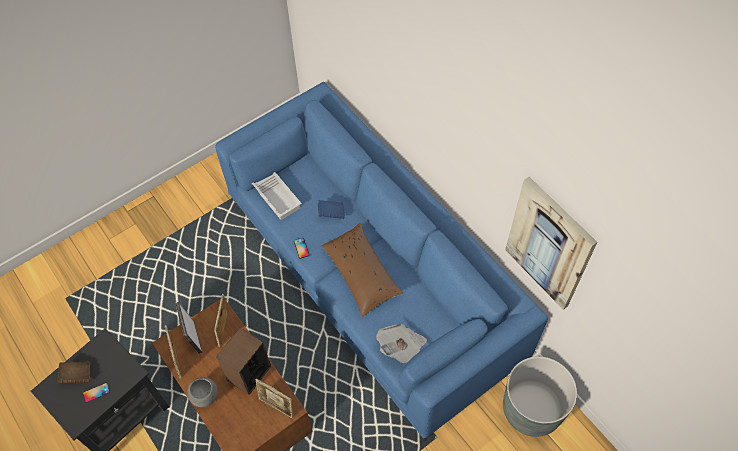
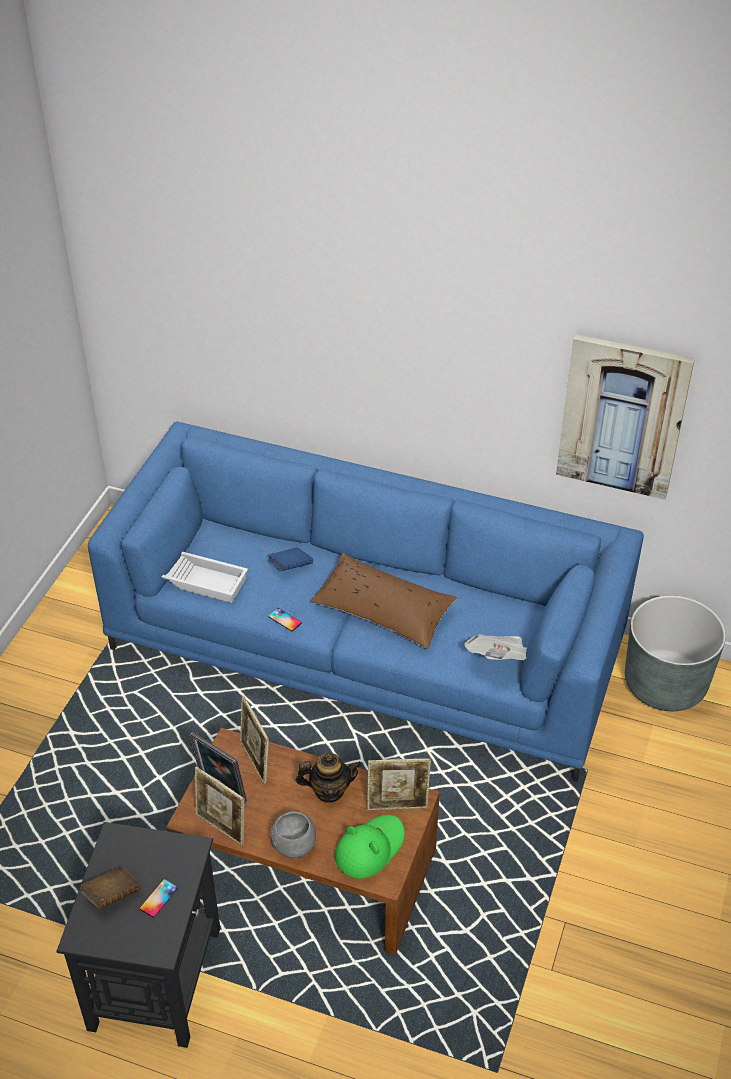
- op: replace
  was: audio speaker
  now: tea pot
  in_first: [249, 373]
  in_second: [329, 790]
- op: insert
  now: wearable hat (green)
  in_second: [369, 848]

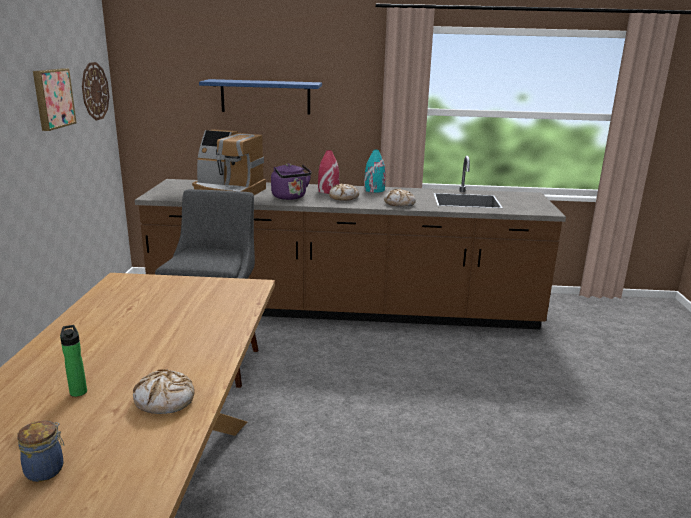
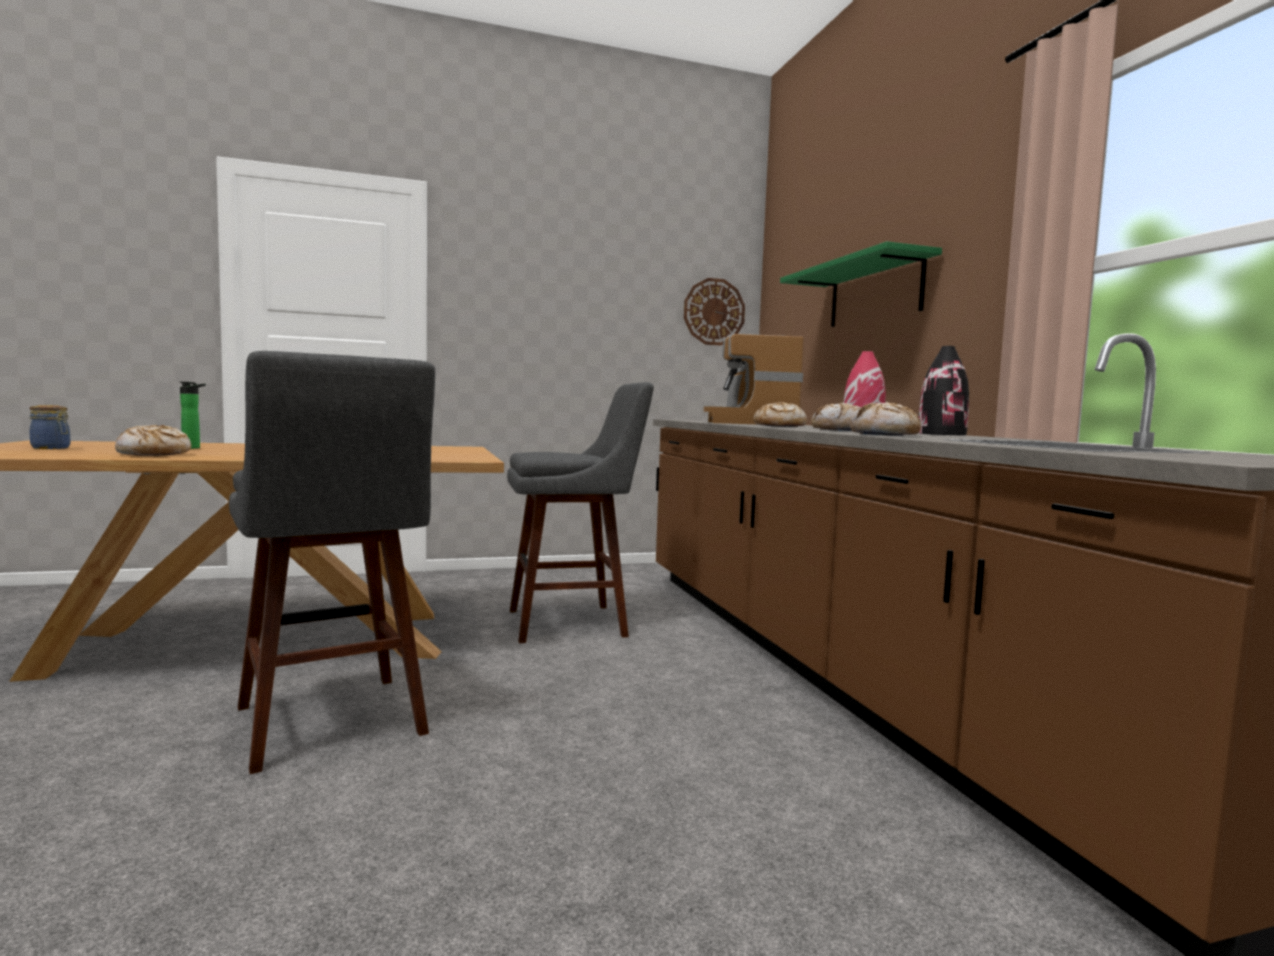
- op: insert
  now: stool seat (grey)
  in_second: [332, 725]
- op: replace
  was: kettle (purplish)
  now: baked bread
  in_first: [290, 197]
  in_second: [779, 426]
- op: recolor
  was: wall shelf (bluish)
  now: wall shelf (green)
  in_first: [265, 97]
  in_second: [875, 293]
- op: recolor
  was: vase (turquoise-coloured)
  now: vase (blackish)
  in_first: [374, 190]
  in_second: [942, 434]
- op: delete
  was: wall picture
  in_first: [52, 98]

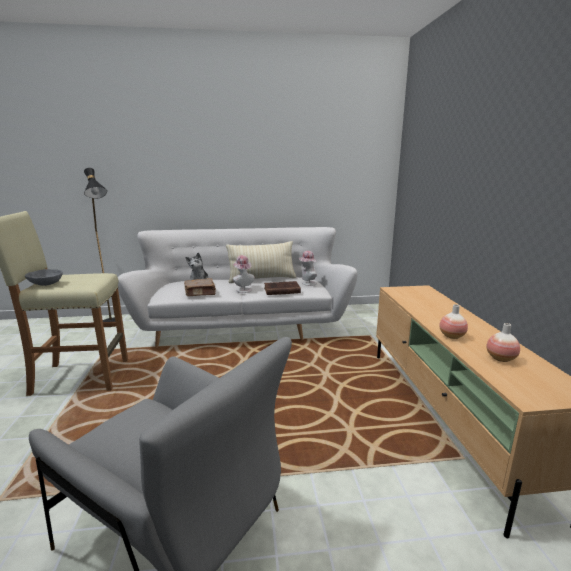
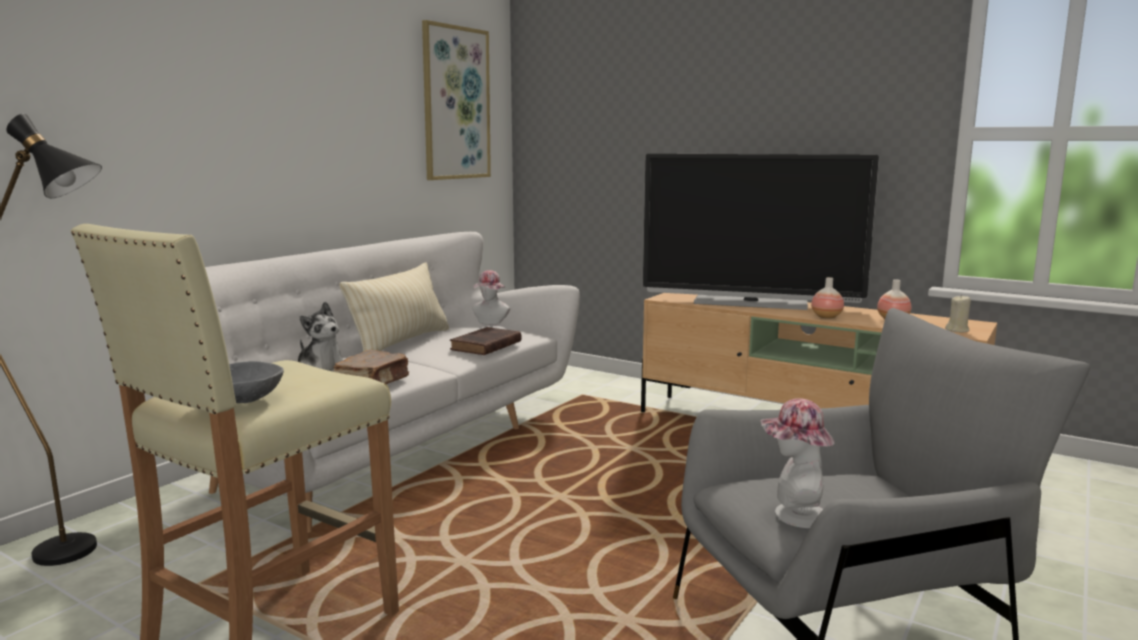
- op: insert
  now: wall picture
  in_second: [455, 103]
- op: insert
  now: television
  in_second: [750, 303]
- op: move
  was: wearable hat
  in_first: [243, 289]
  in_second: [794, 515]
- op: insert
  now: candle (beige-coloured)
  in_second: [957, 330]

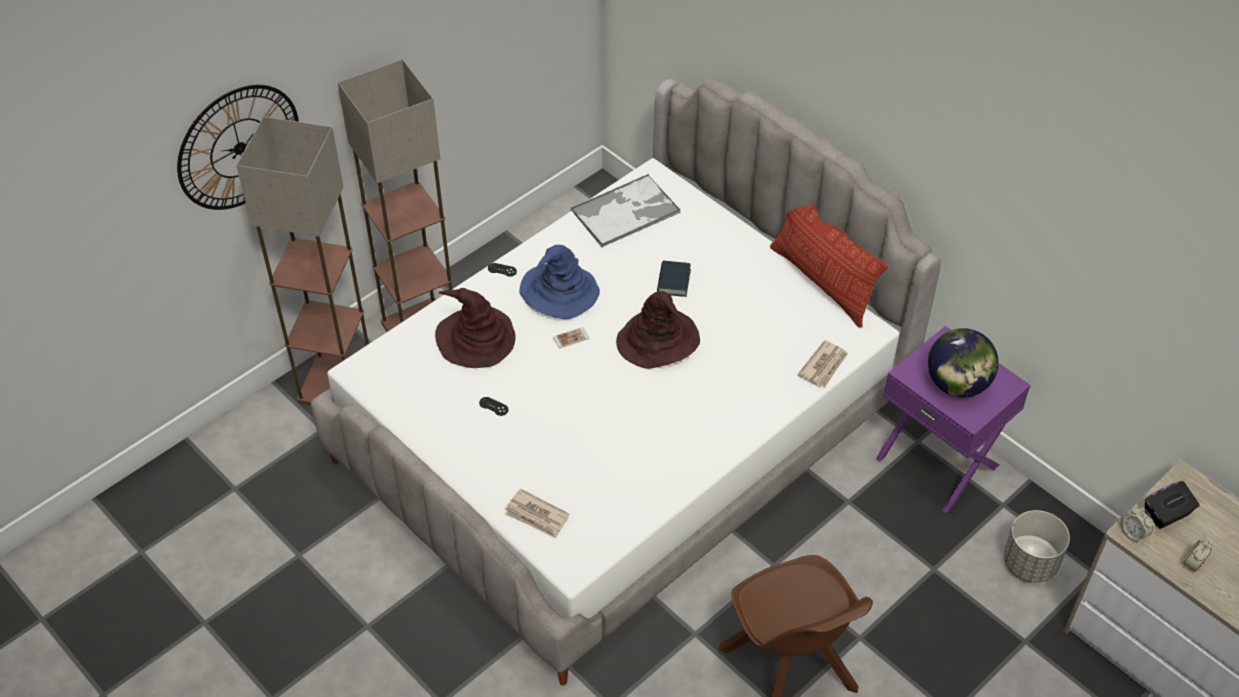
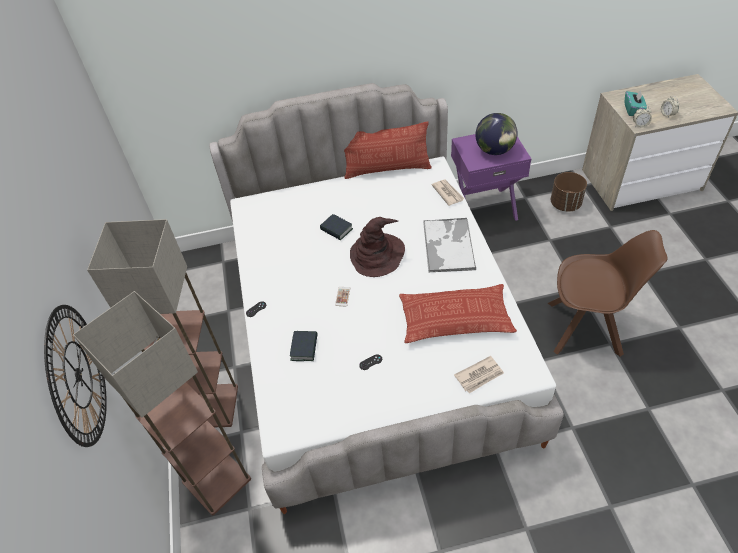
- op: replace
  was: wearable hat (brownish)
  now: volume
  in_first: [476, 338]
  in_second: [304, 348]
- op: insert
  now: throw pillow
  in_second: [455, 318]
- op: move
  was: serving tray
  in_first: [626, 211]
  in_second: [448, 245]
- op: recolor
  was: plant pot (grey)
  now: plant pot (brownish)
  in_first: [1030, 563]
  in_second: [565, 204]
- op: recolor
  was: tissue holder (blackish)
  now: tissue holder (turquoise-coloured)
  in_first: [1167, 514]
  in_second: [633, 110]
- op: delete
  was: wearable hat (bluish)
  in_first: [558, 292]

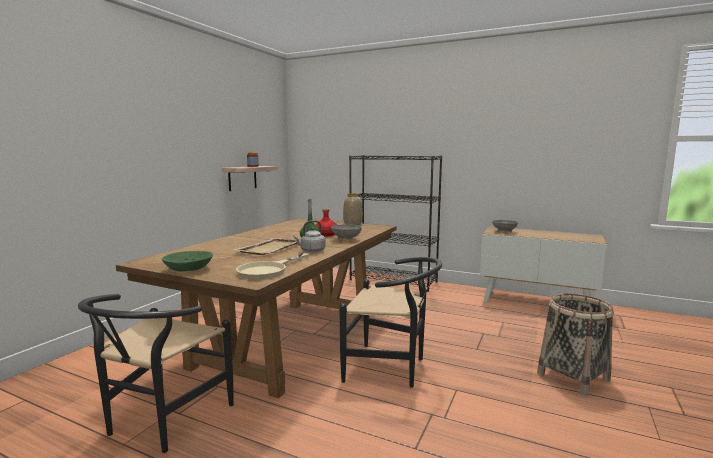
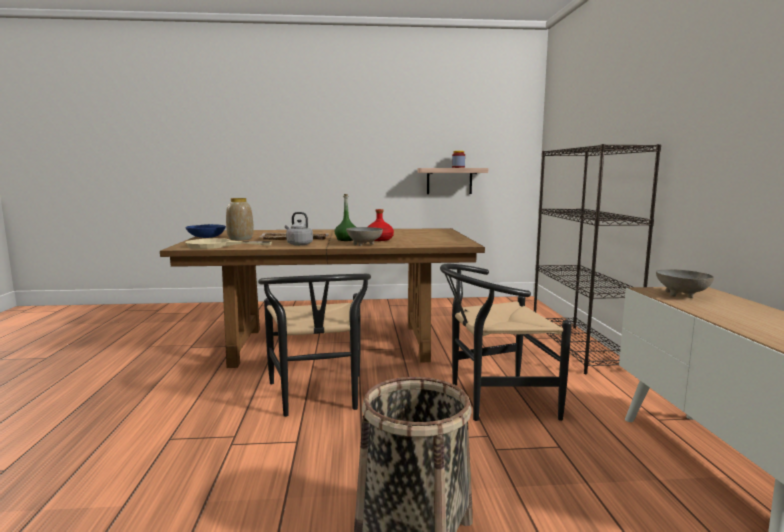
- op: recolor
  was: deep dish (green)
  now: deep dish (bluish)
  in_first: [189, 269]
  in_second: [206, 237]
- op: move
  was: vase
  in_first: [353, 224]
  in_second: [240, 239]
- op: move
  was: plain chair (blackish)
  in_first: [162, 422]
  in_second: [493, 401]

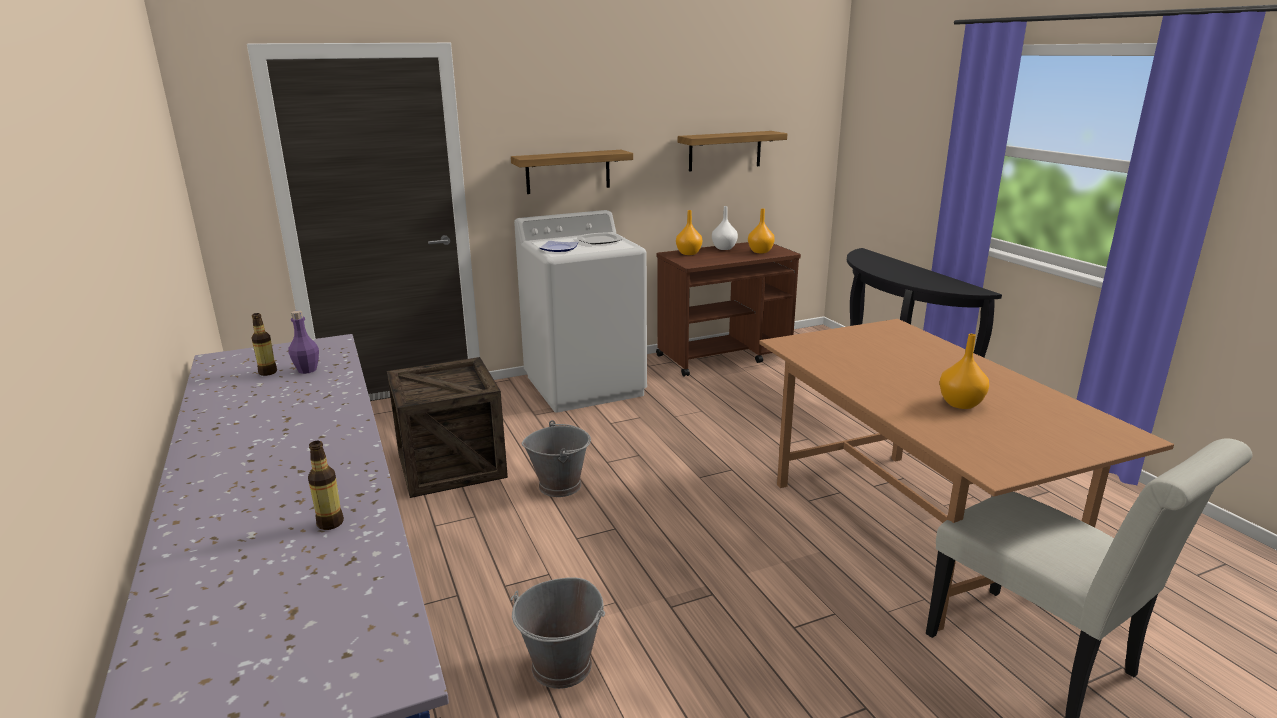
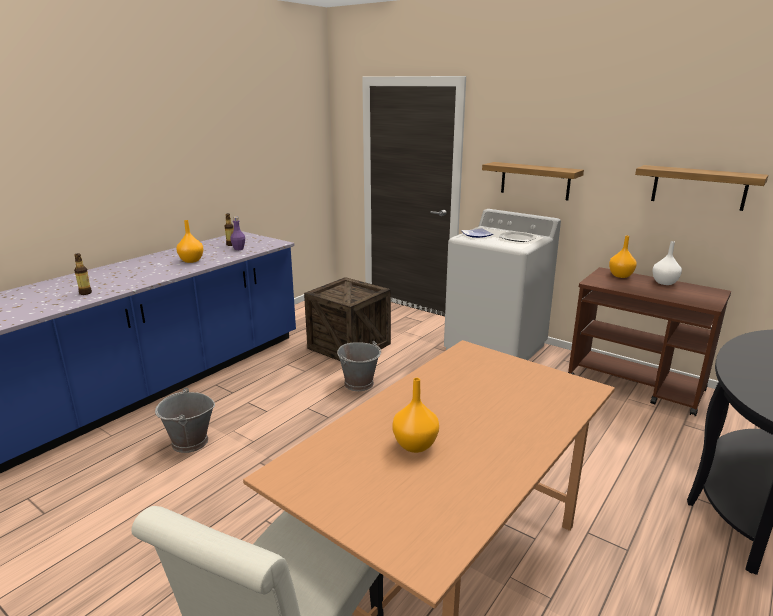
- op: move
  was: vase (orange)
  in_first: [760, 252]
  in_second: [191, 261]

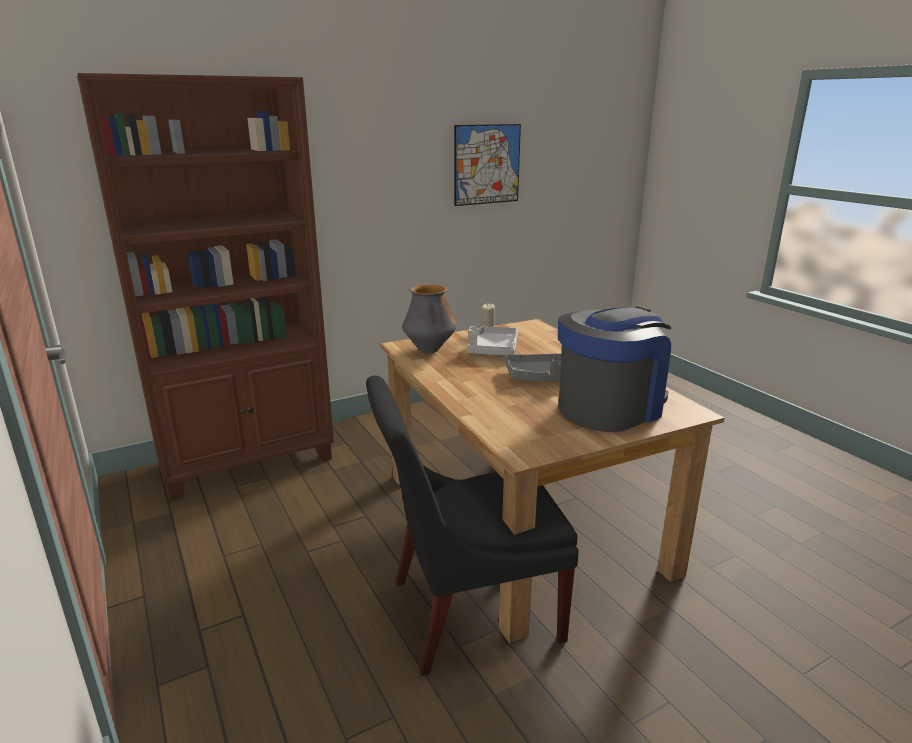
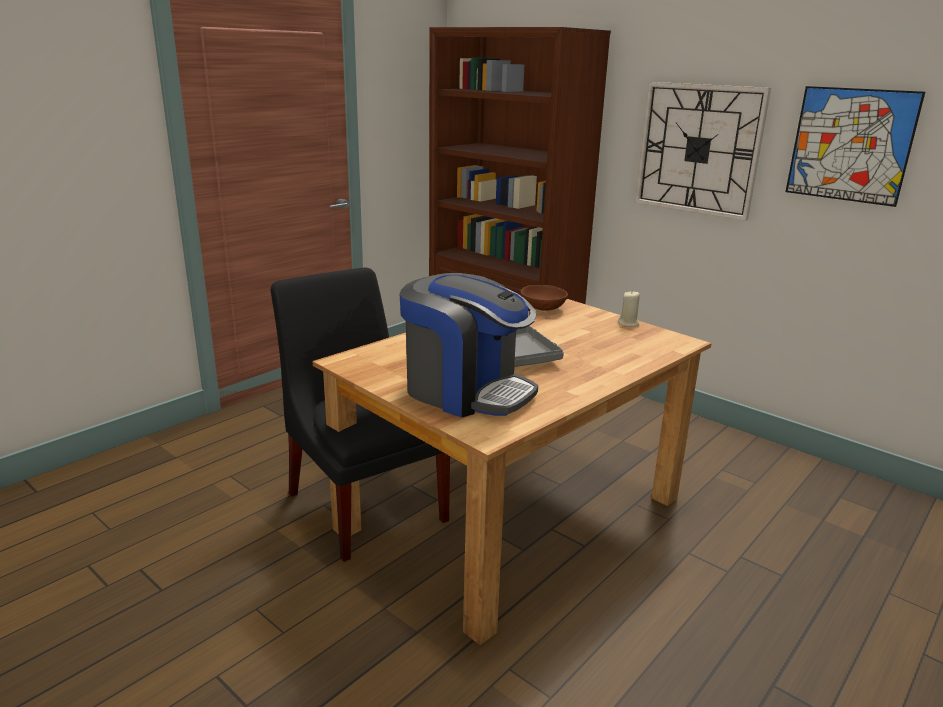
- op: replace
  was: vase
  now: deep dish (brownish)
  in_first: [429, 350]
  in_second: [543, 308]
- op: insert
  now: hanging clock
  in_second: [698, 149]
- op: delete
  was: serving tray (grey)
  in_first: [493, 349]

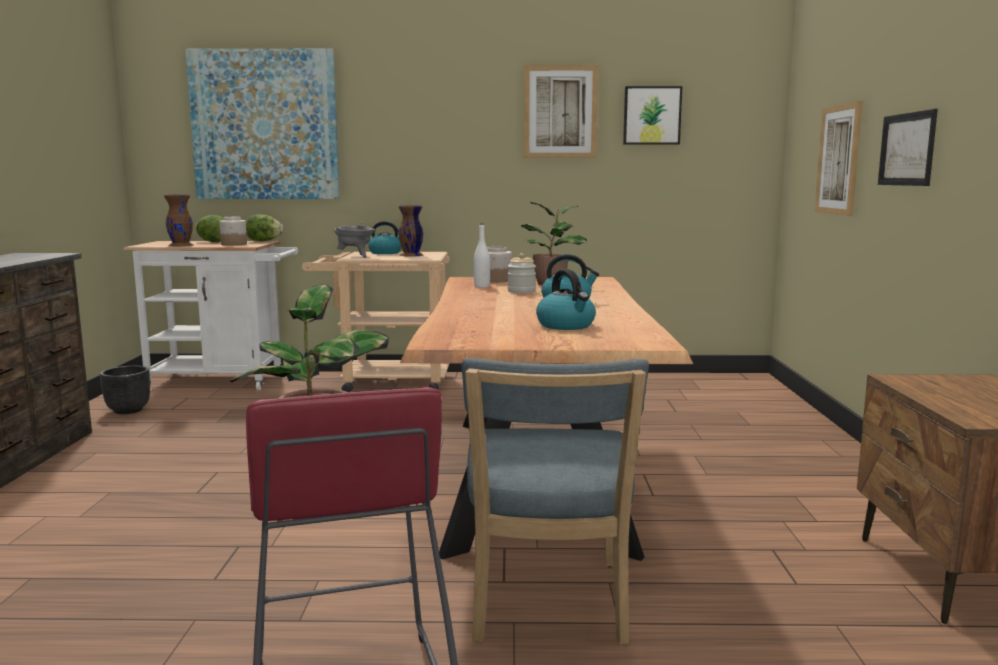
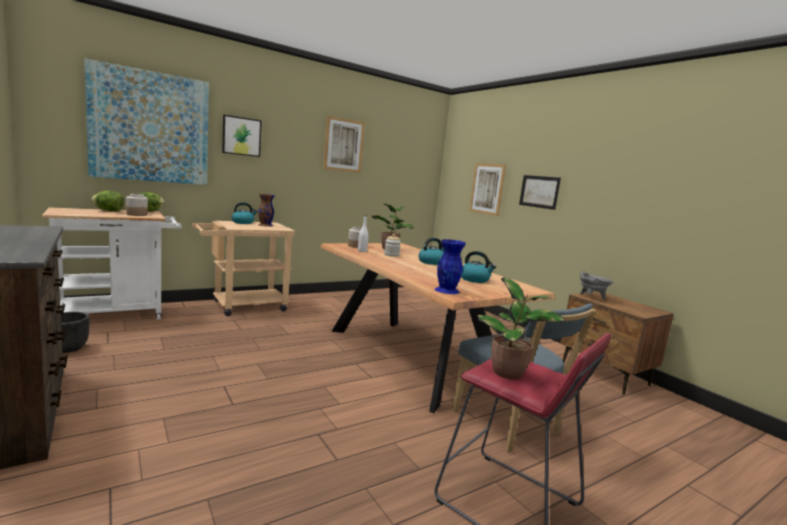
- op: move
  was: wall picture
  in_first: [651, 115]
  in_second: [241, 136]
- op: insert
  now: vase (bluish)
  in_second: [447, 290]
- op: move
  was: cooking pot (grey)
  in_first: [355, 257]
  in_second: [591, 298]
- op: delete
  was: vase (brownish)
  in_first: [181, 245]

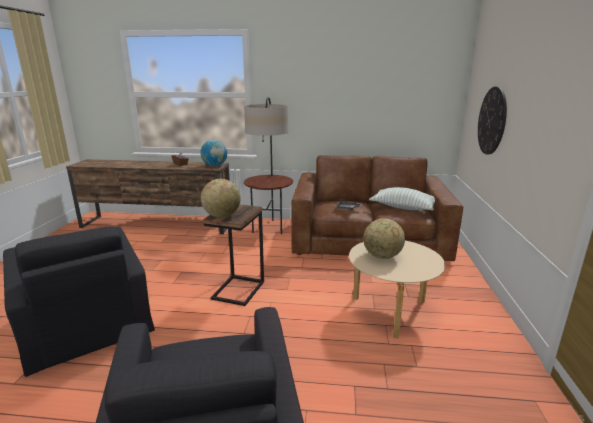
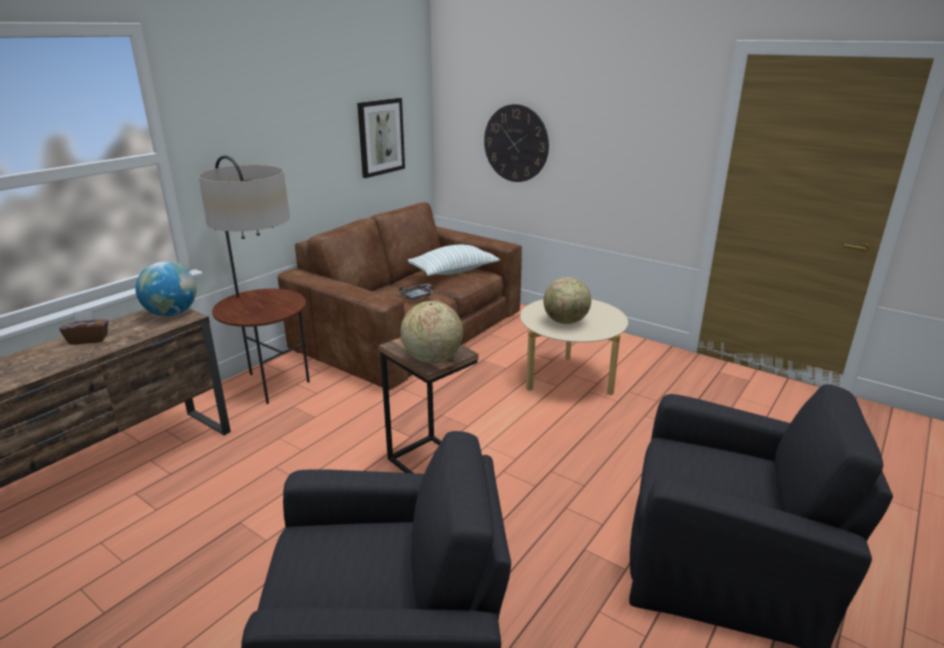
- op: insert
  now: wall picture
  in_second: [380, 137]

